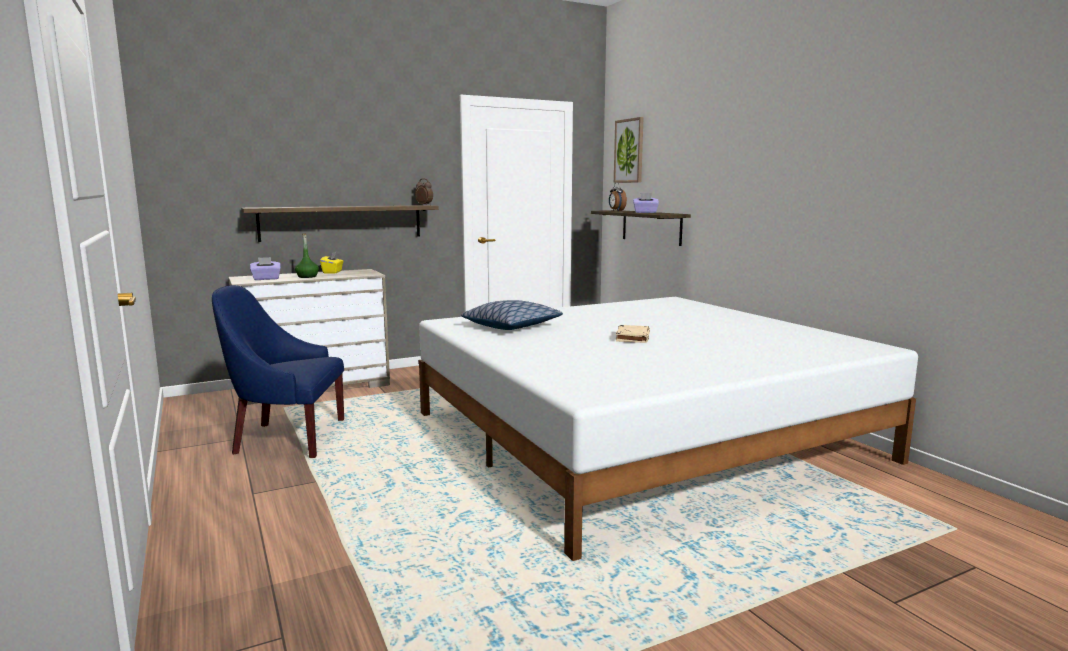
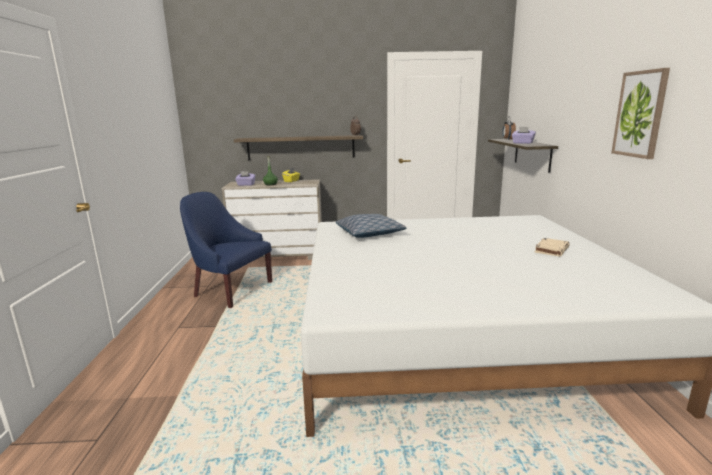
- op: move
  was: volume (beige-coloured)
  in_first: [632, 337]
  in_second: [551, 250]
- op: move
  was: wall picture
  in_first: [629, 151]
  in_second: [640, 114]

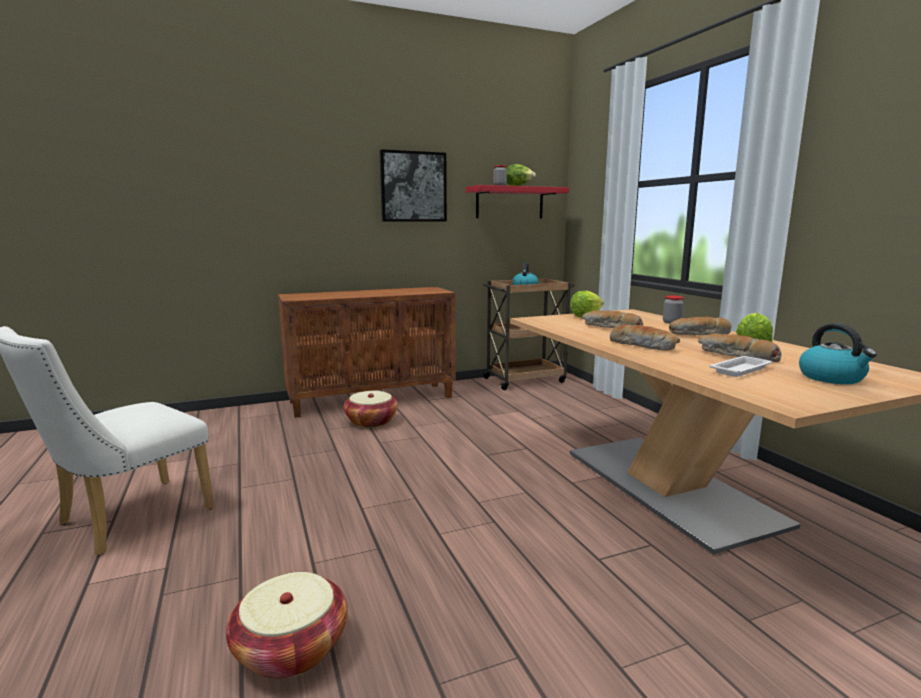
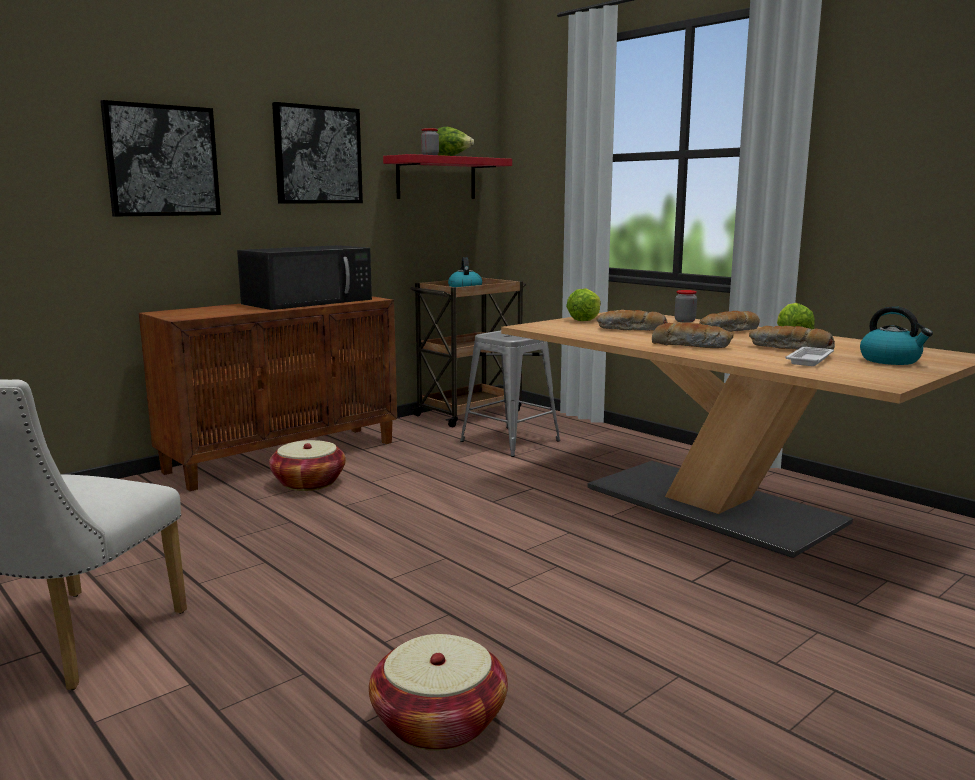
- op: insert
  now: wall picture
  in_second: [162, 161]
- op: insert
  now: microwave (blackish)
  in_second: [309, 301]
- op: insert
  now: stool seat (grey)
  in_second: [510, 441]

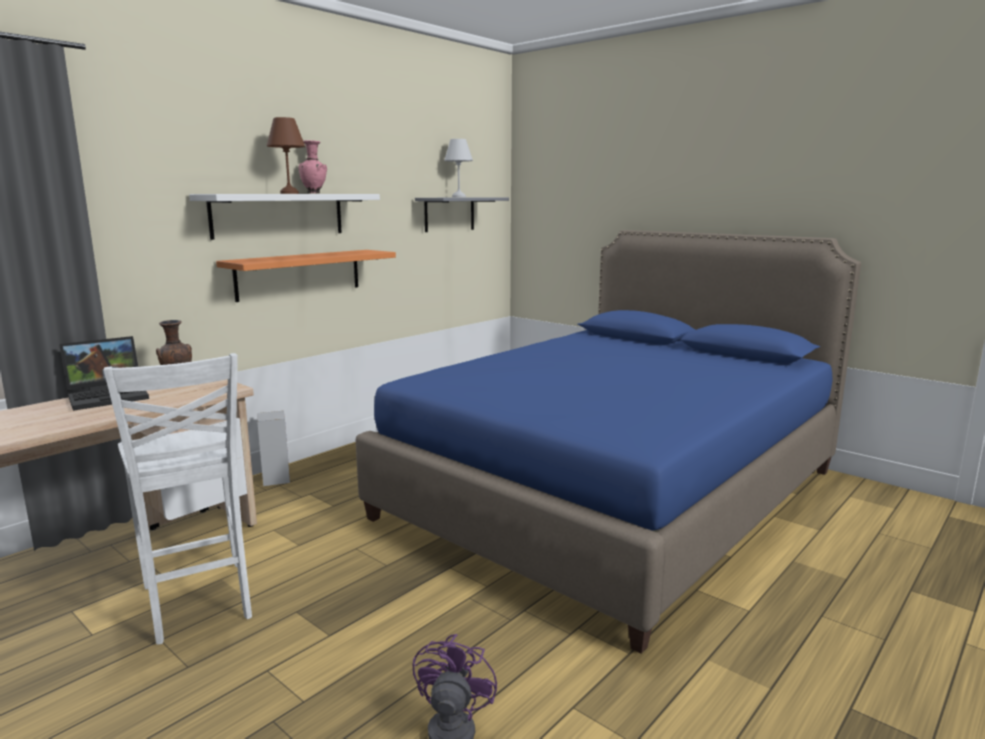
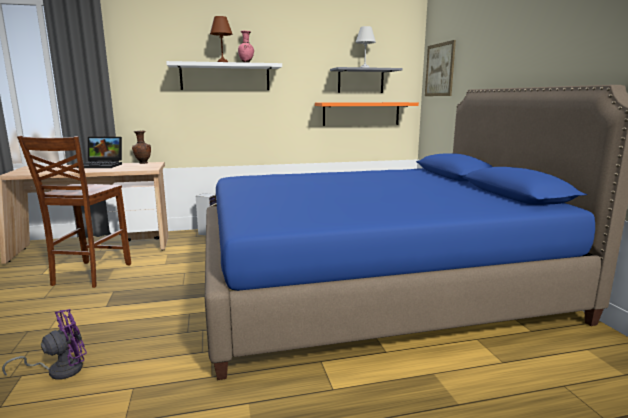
- op: recolor
  was: plain chair (white)
  now: plain chair (brownish)
  in_first: [198, 603]
  in_second: [89, 275]
- op: move
  was: wall shelf (orange)
  in_first: [299, 274]
  in_second: [361, 113]
- op: insert
  now: wall picture
  in_second: [440, 70]

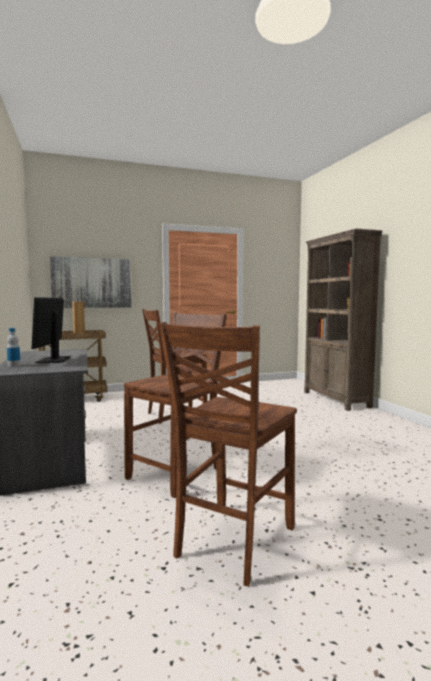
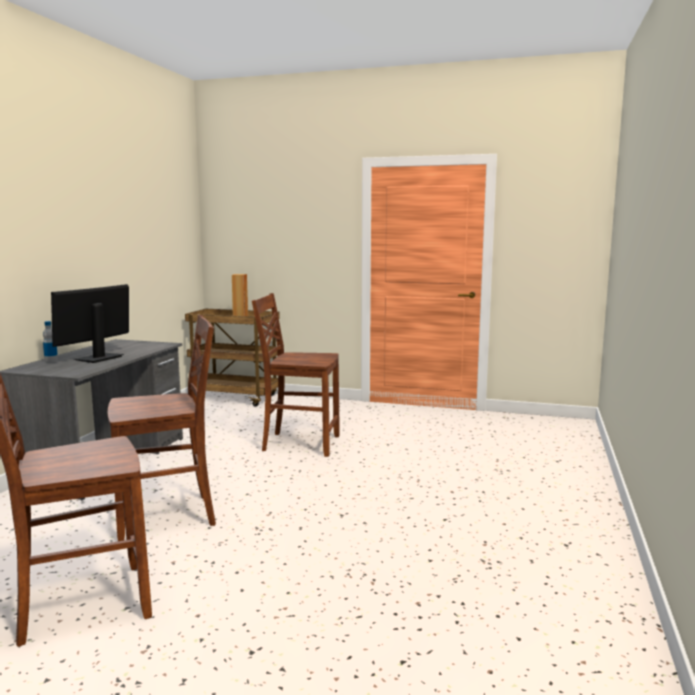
- op: delete
  was: wall picture
  in_first: [92, 283]
- op: delete
  was: bookshelf (brownish)
  in_first: [336, 399]

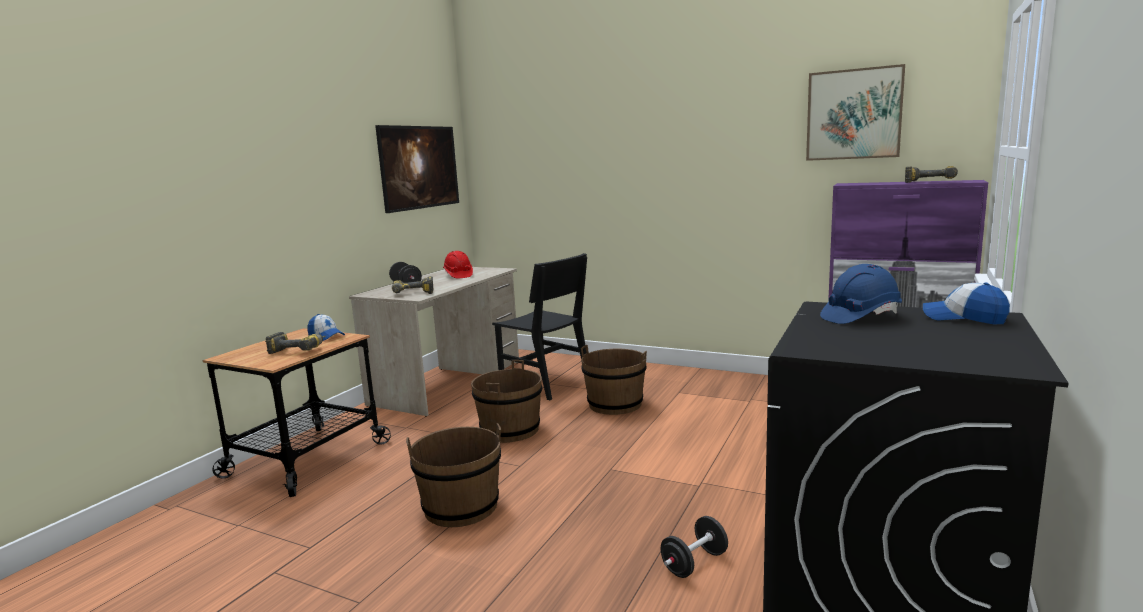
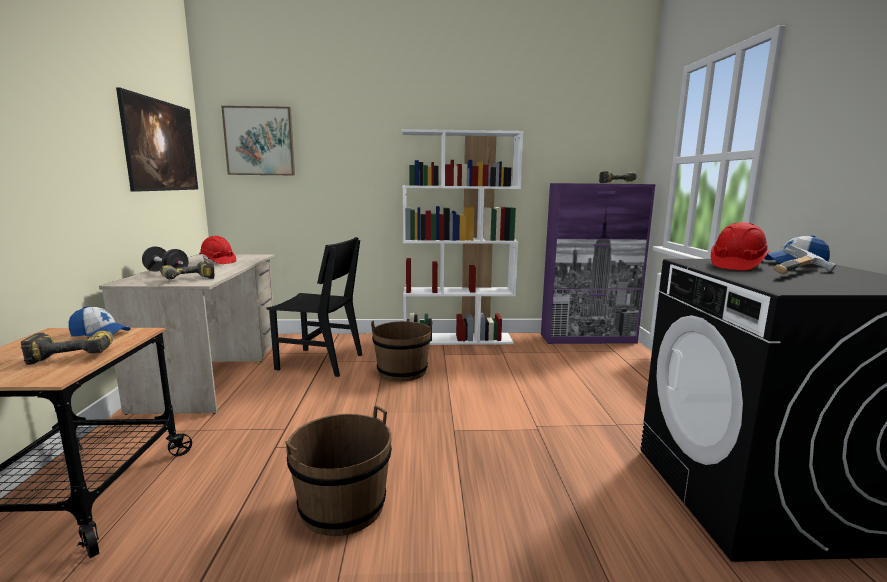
- op: move
  was: wall picture
  in_first: [853, 114]
  in_second: [259, 141]
- op: insert
  now: bookshelf (white)
  in_second: [458, 339]
- op: recolor
  was: safety helmet (bluish)
  now: safety helmet (red-coloured)
  in_first: [860, 317]
  in_second: [736, 265]
- op: insert
  now: hammer
  in_second: [801, 273]
- op: delete
  was: bucket (brownish)
  in_first: [510, 430]
- op: delete
  was: hand weight (blackish)
  in_first: [694, 563]

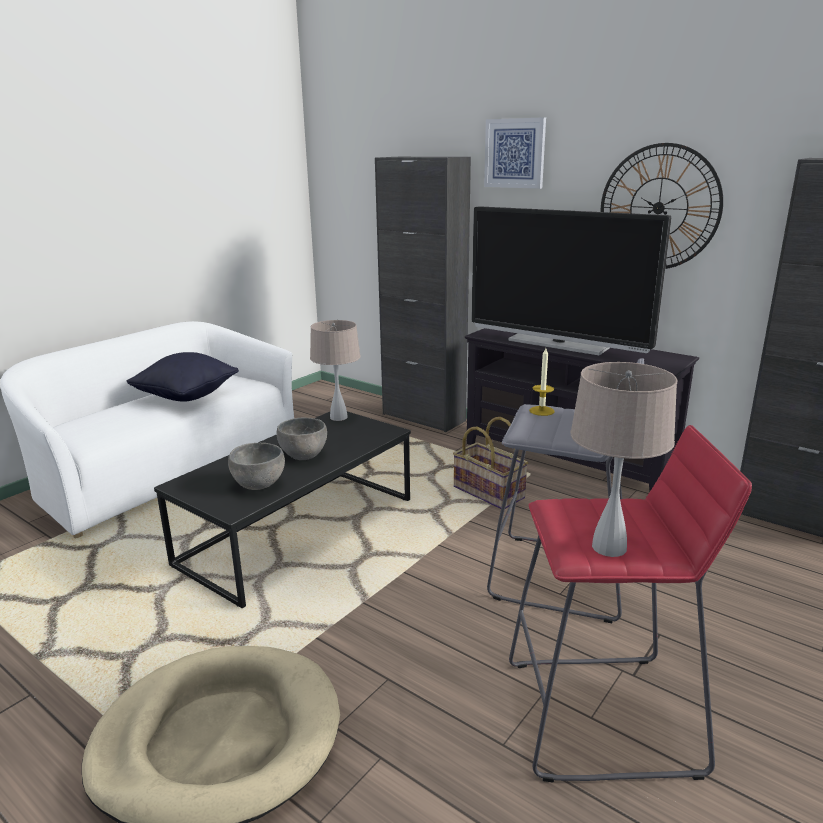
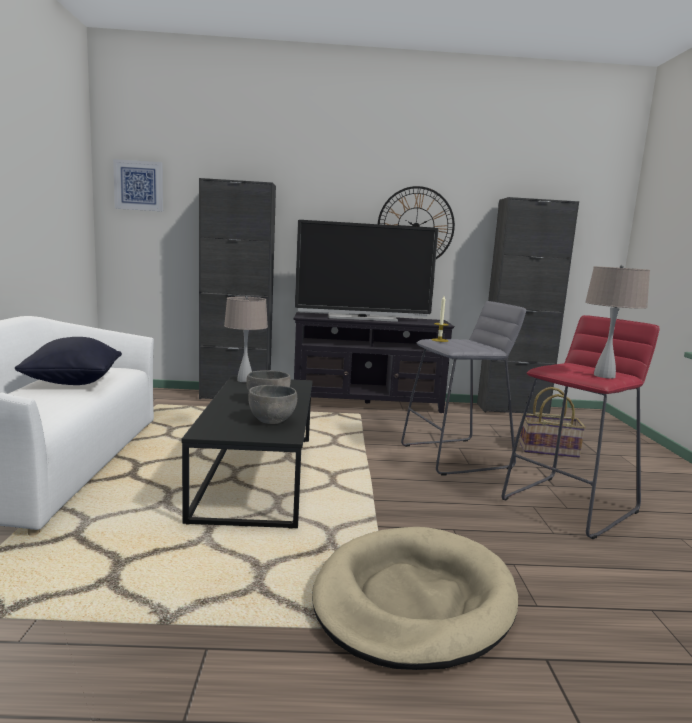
- op: move
  was: wall picture
  in_first: [515, 153]
  in_second: [139, 185]
- op: move
  was: storage basket
  in_first: [489, 492]
  in_second: [548, 450]

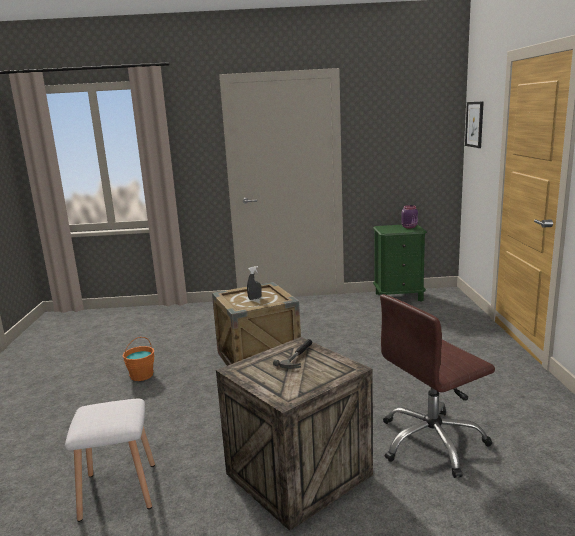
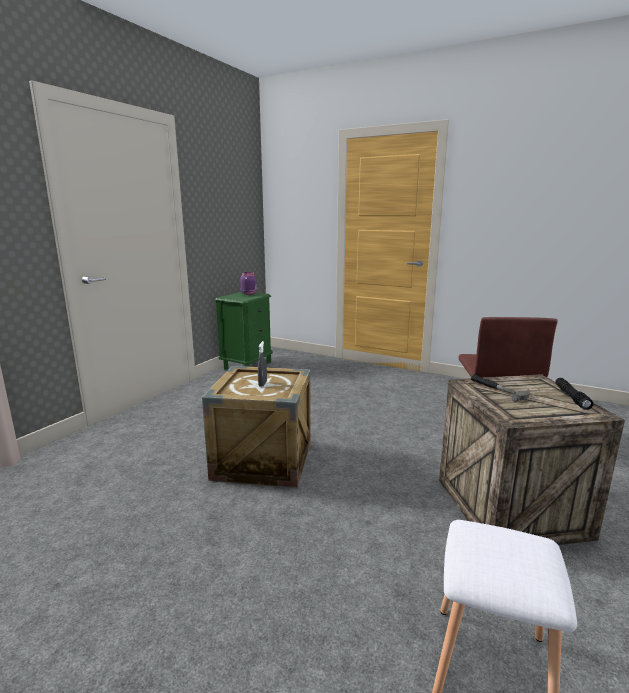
- op: insert
  now: hand torch (blackish)
  in_second: [571, 397]
- op: delete
  was: bucket (orange)
  in_first: [141, 375]
- op: delete
  was: wall picture
  in_first: [474, 124]

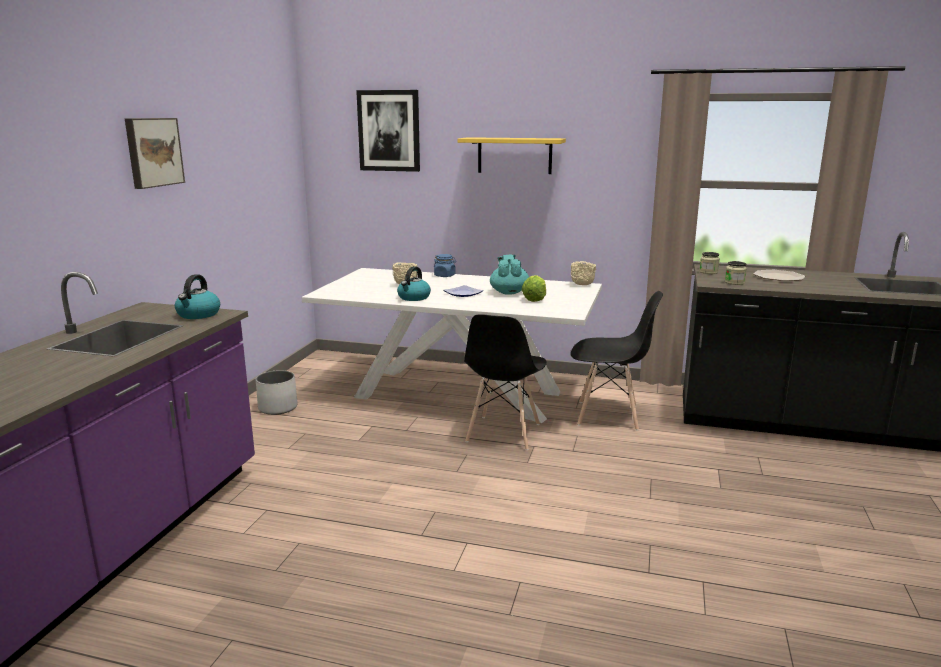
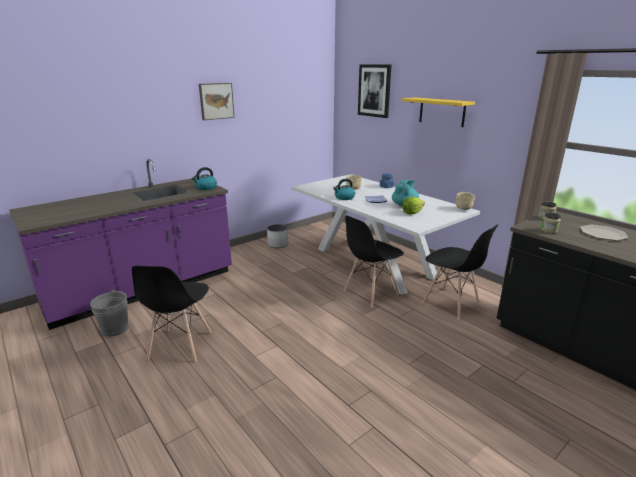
- op: insert
  now: bucket (grey)
  in_second: [115, 329]
- op: insert
  now: plain chair (blackish)
  in_second: [180, 345]

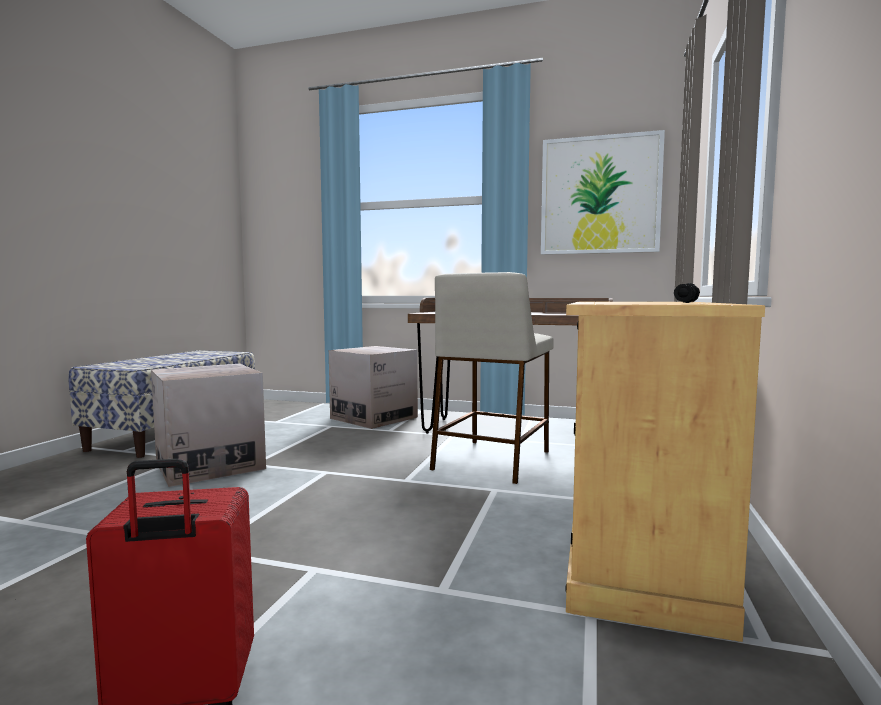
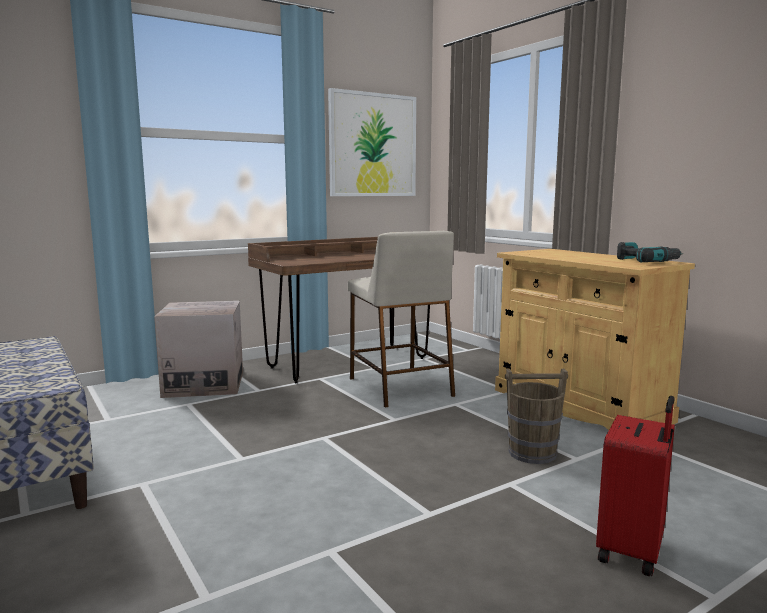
- op: insert
  now: bucket (brownish)
  in_second: [531, 453]
- op: replace
  was: hand torch (blackish)
  now: power drill
  in_first: [686, 303]
  in_second: [646, 261]
- op: delete
  was: cardboard box
  in_first: [210, 465]

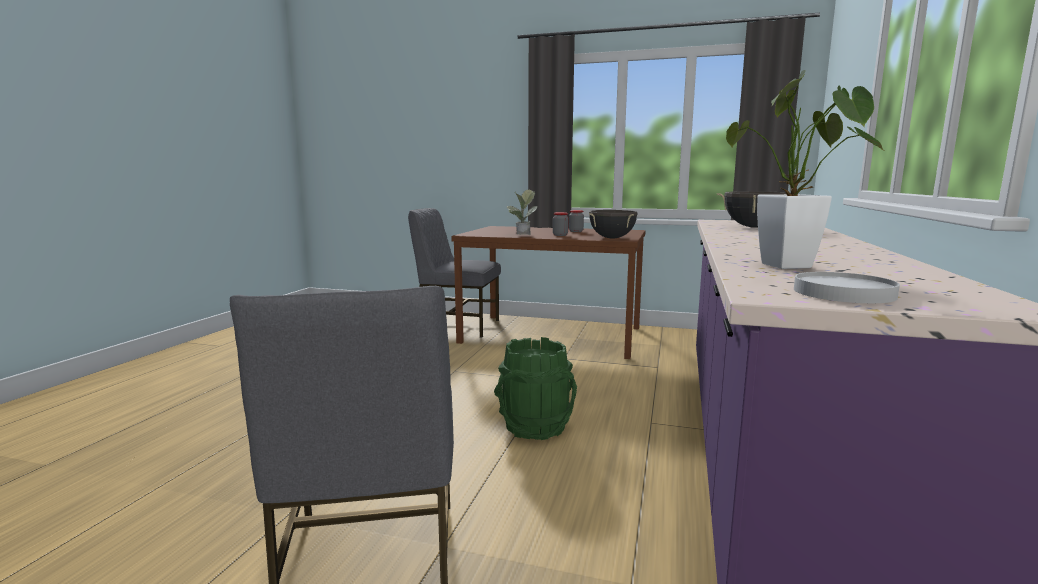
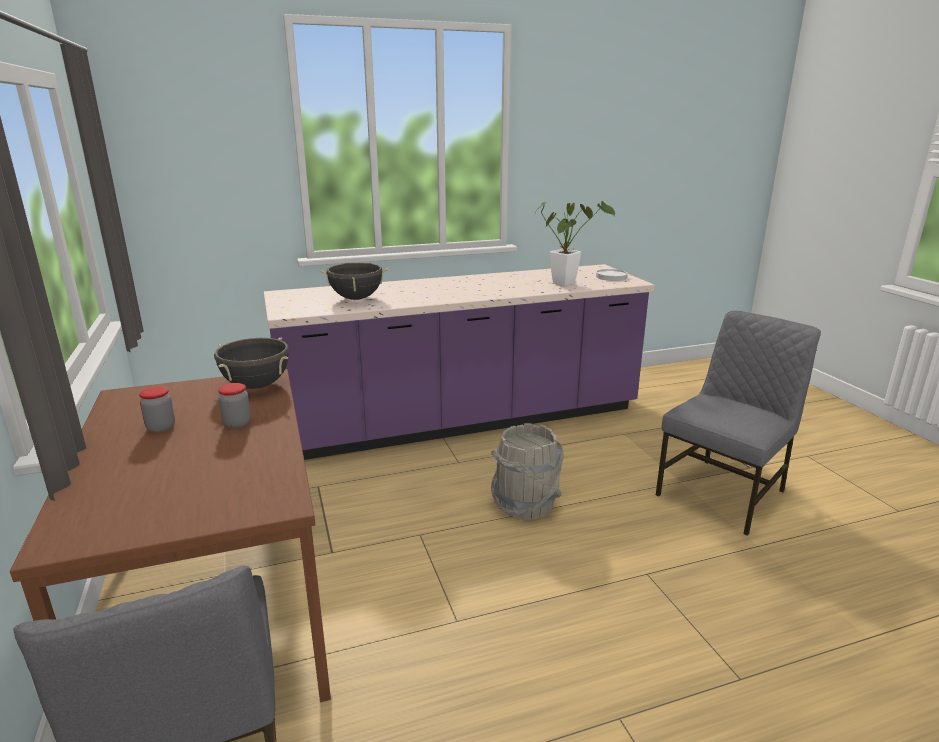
- op: recolor
  was: bucket (green)
  now: bucket (grey)
  in_first: [535, 427]
  in_second: [525, 504]
- op: delete
  was: potted plant
  in_first: [521, 235]

